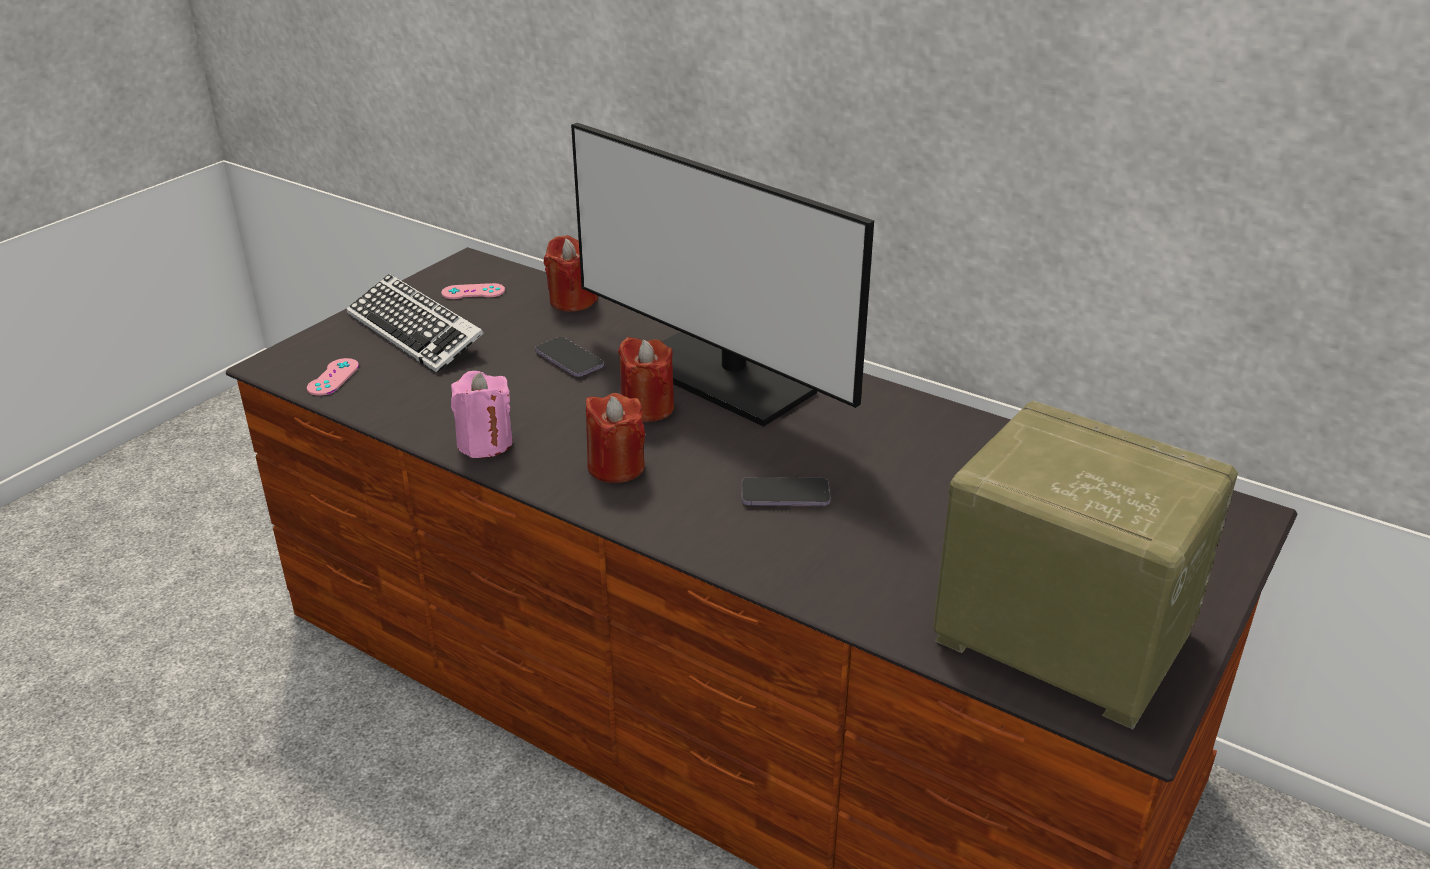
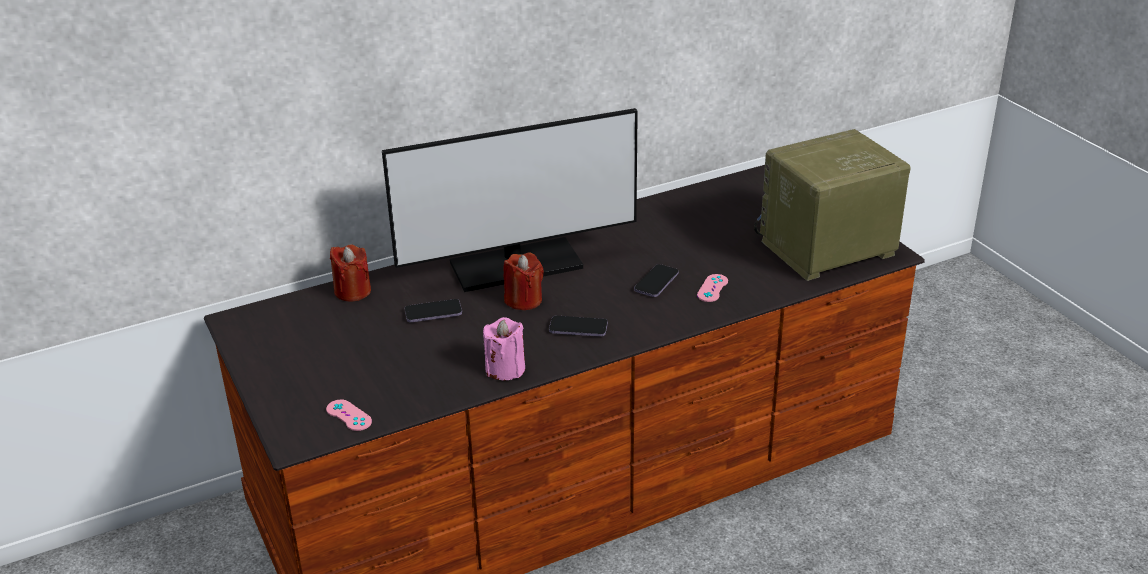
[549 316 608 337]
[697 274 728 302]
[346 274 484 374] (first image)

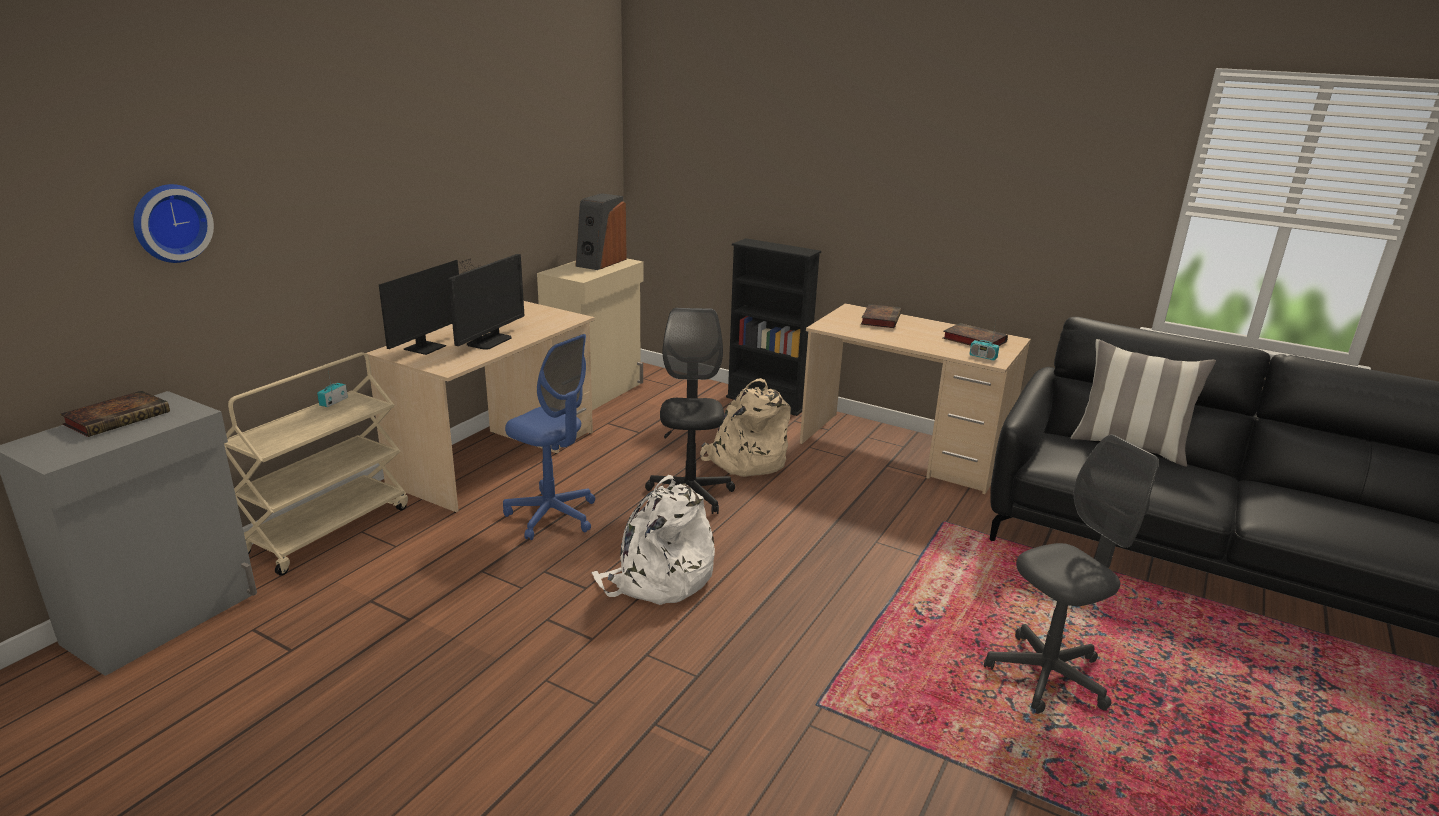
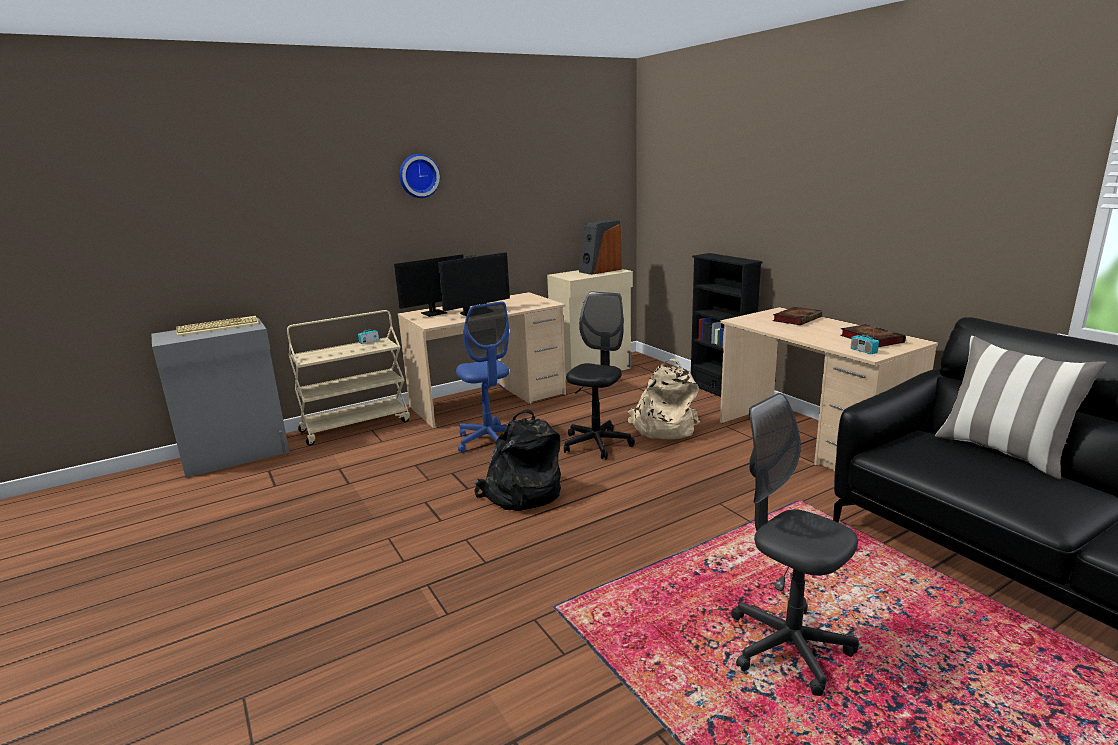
[176 316 259 336]
[399 154 440 198]
[475 409 561 511]
[731 393 859 696]

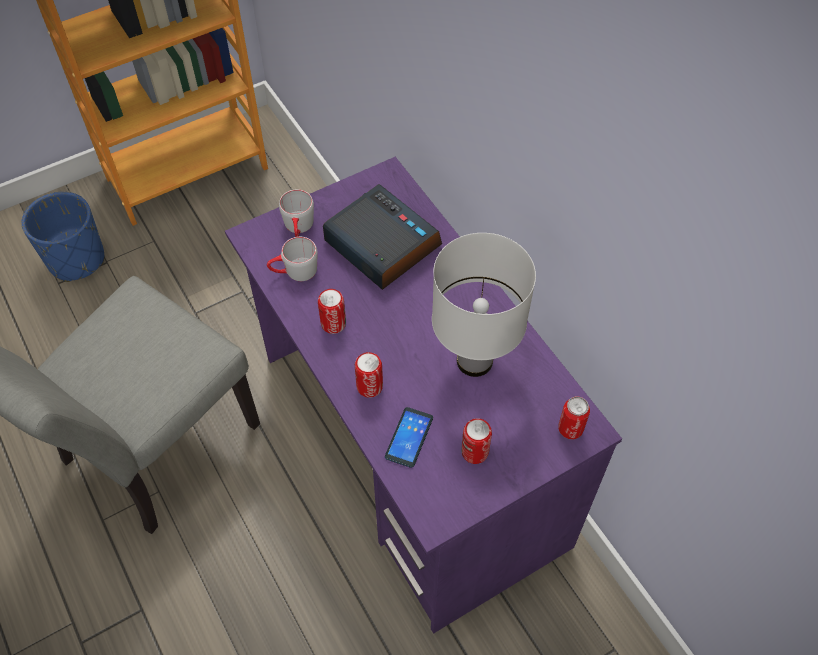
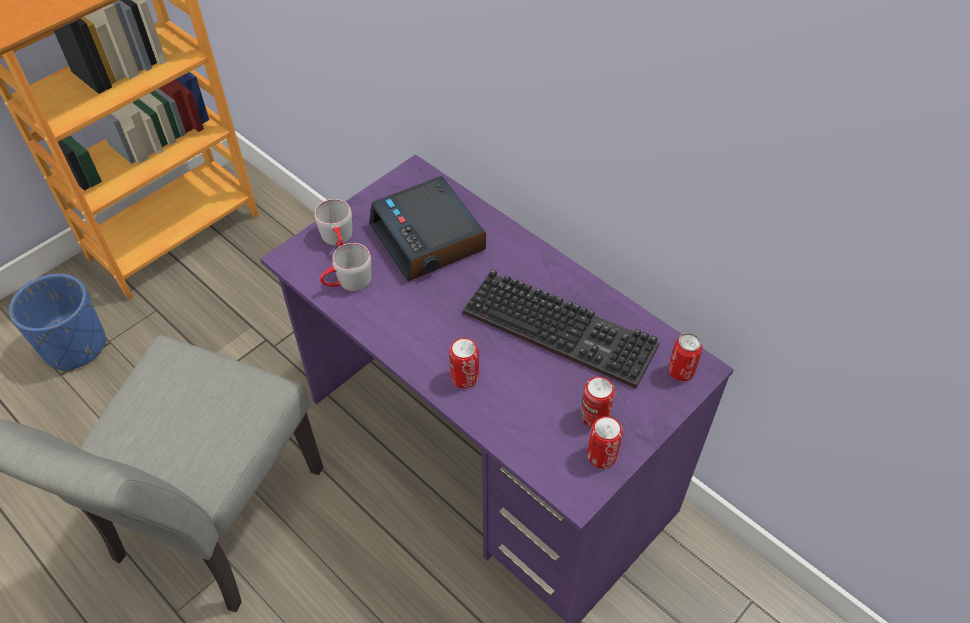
[369 176 486 281]
[463 269 660 388]
[587 416 623 469]
[385 407 433 468] (first image)

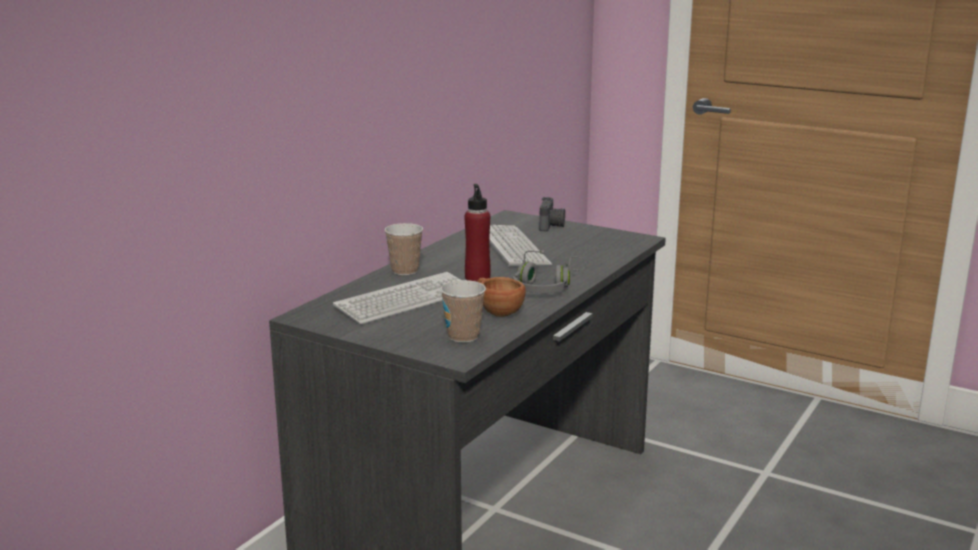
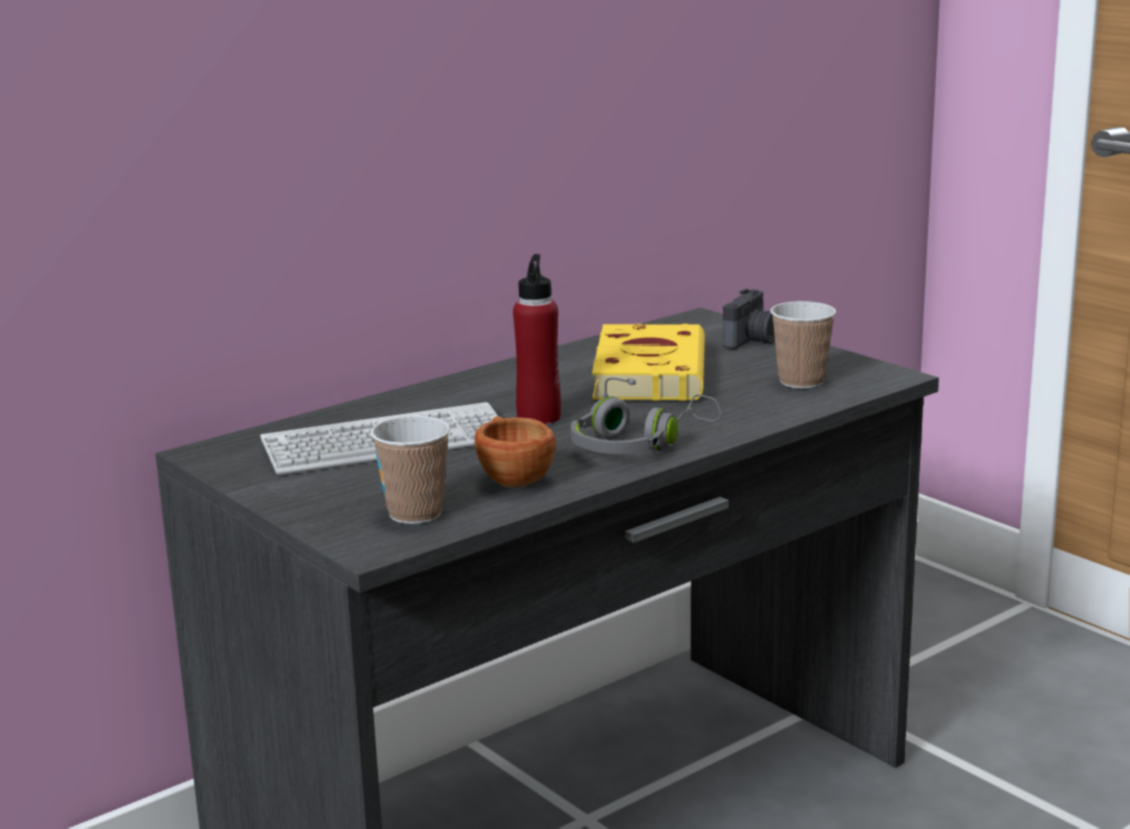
[592 324 705 401]
[770 301 836 389]

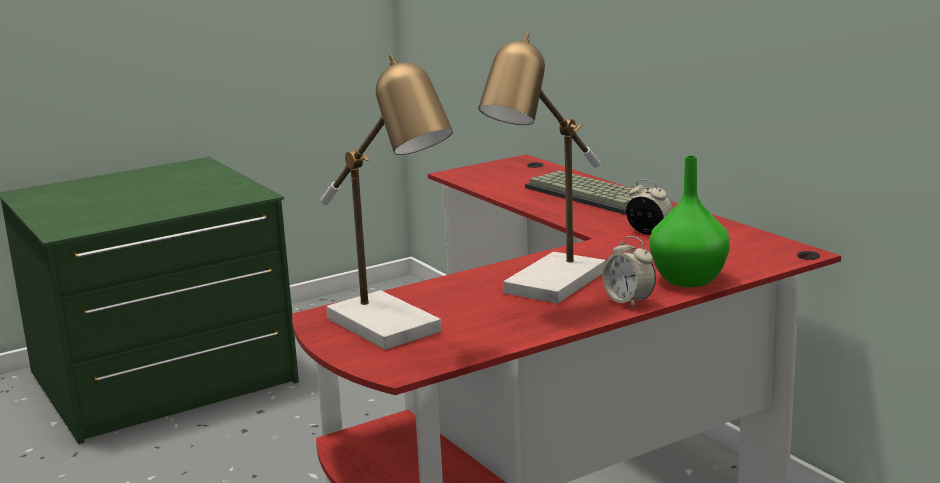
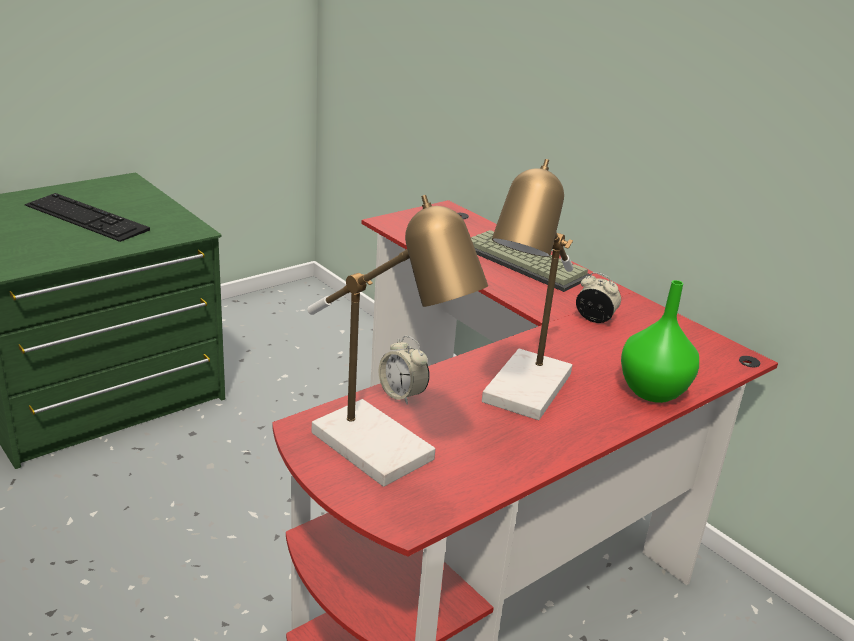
[25 193 150 242]
[379 336 429 405]

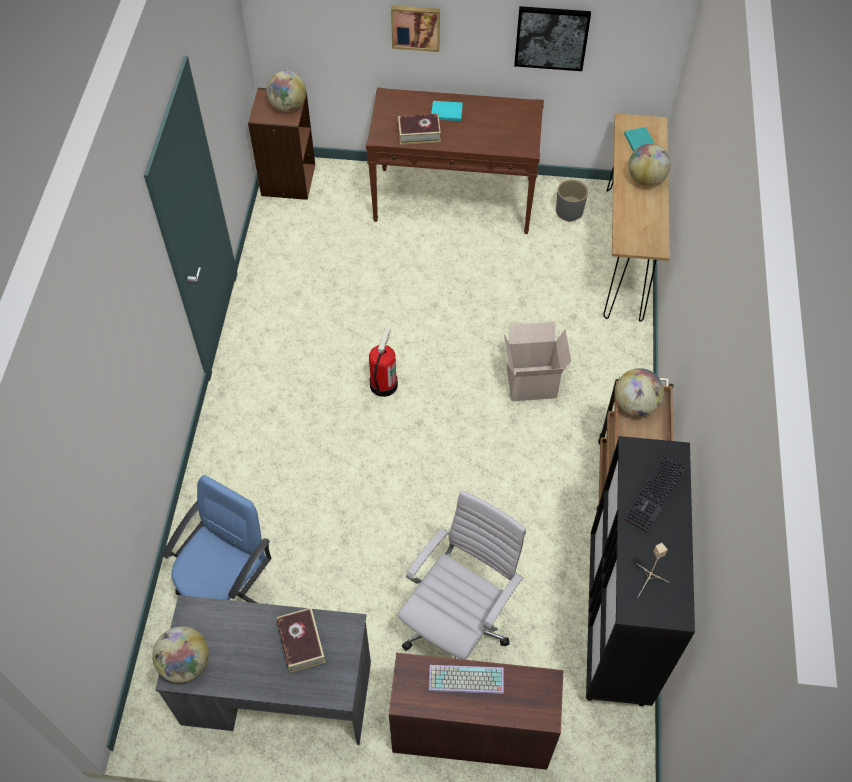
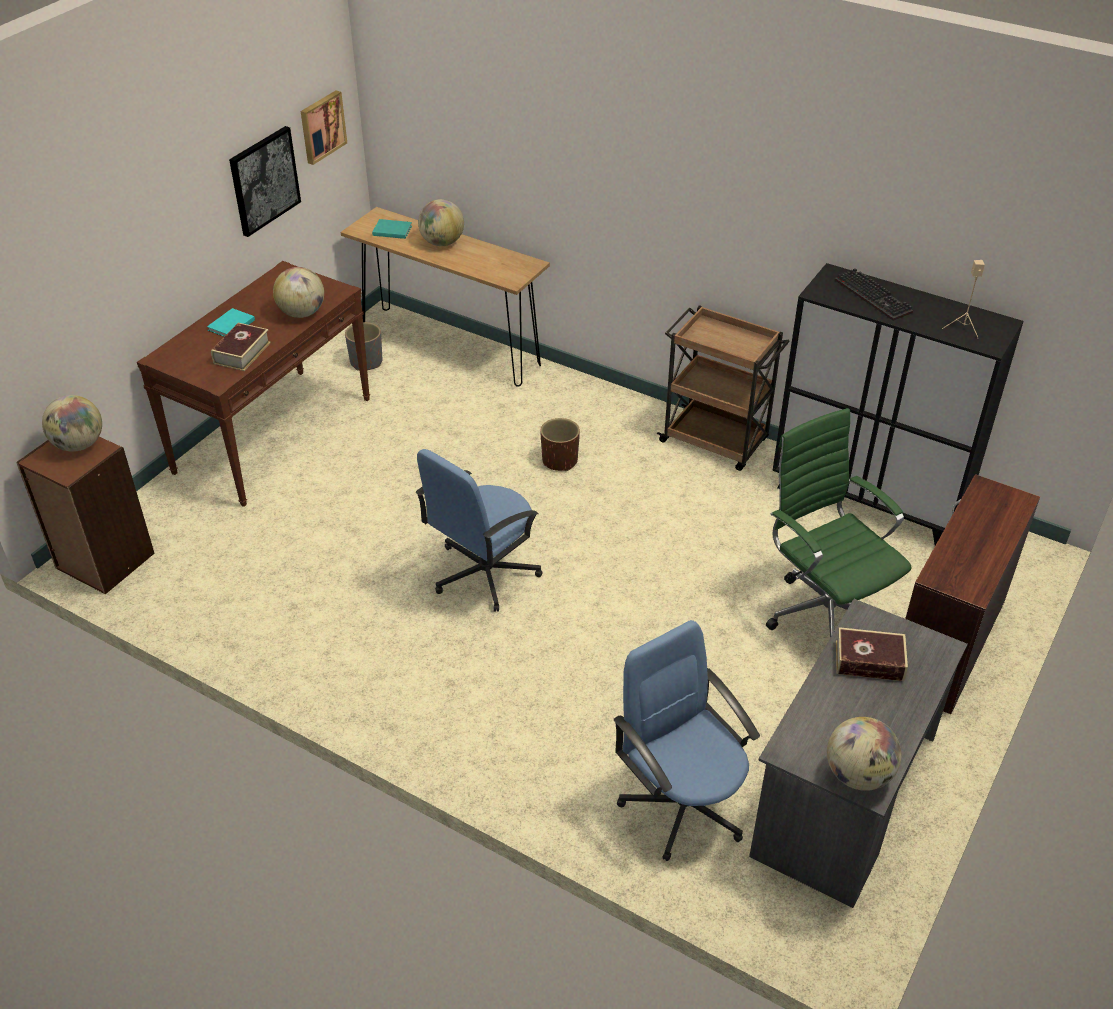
[273 267 324 318]
[301 90 347 165]
[416 449 542 612]
[540 418 580 471]
[766 408 912 638]
[429 665 504 694] (first image)

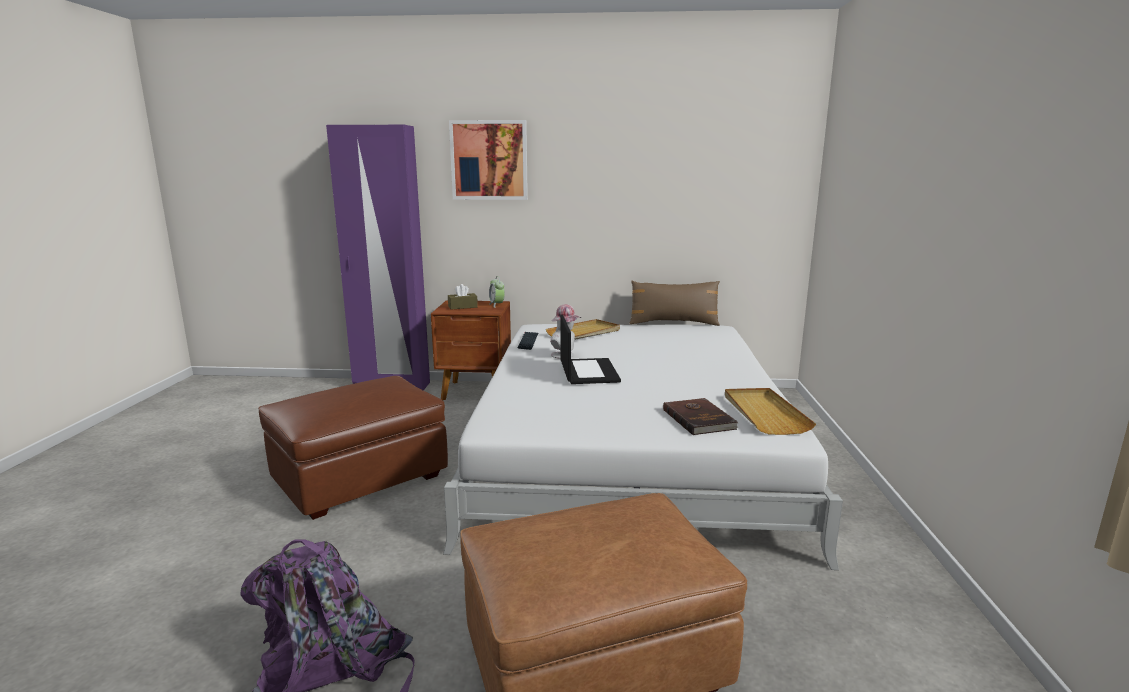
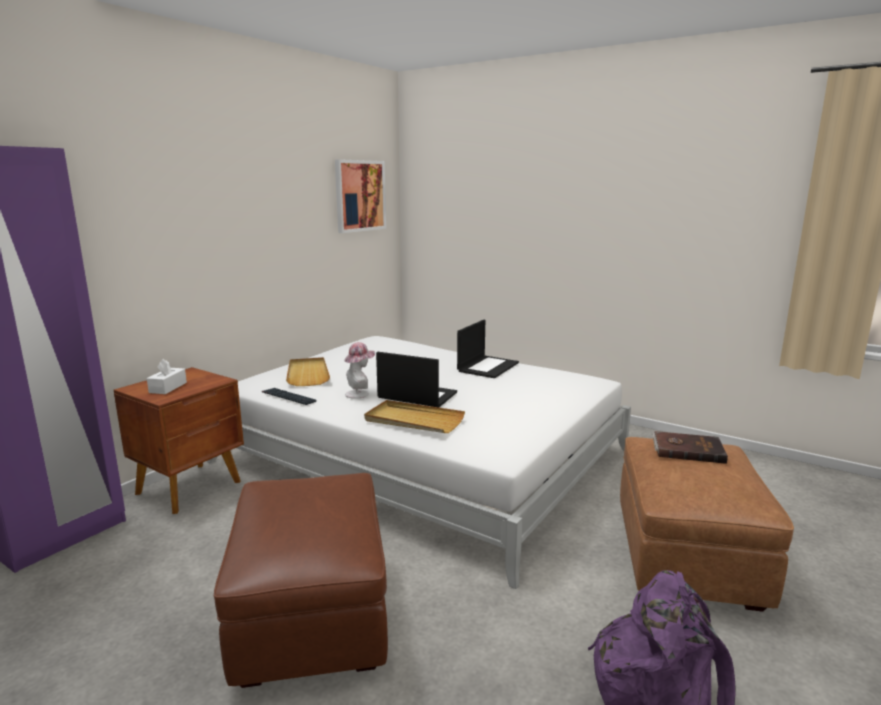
[147 359 187 394]
[335 159 386 233]
[364 400 465 433]
[457 320 519 378]
[653 431 728 464]
[489 276 505 308] (first image)
[629 281 720 326] (first image)

